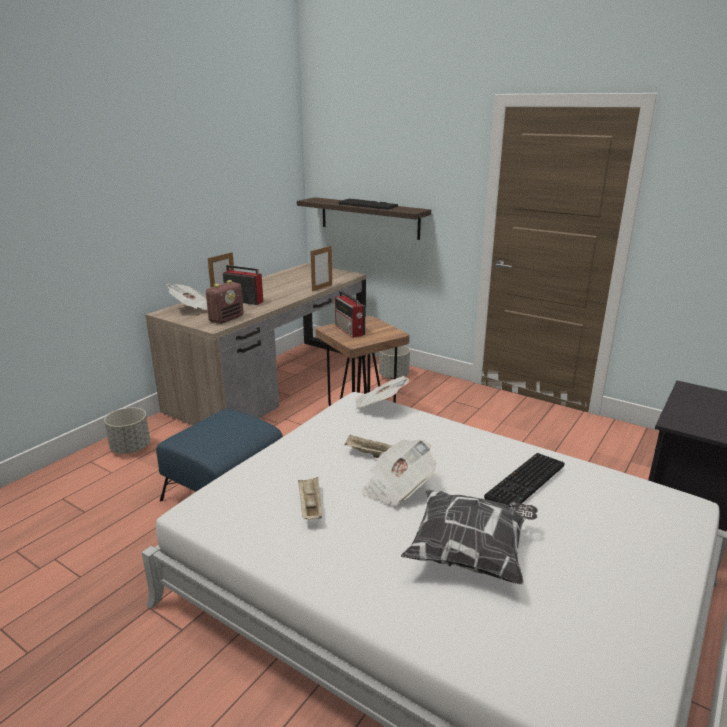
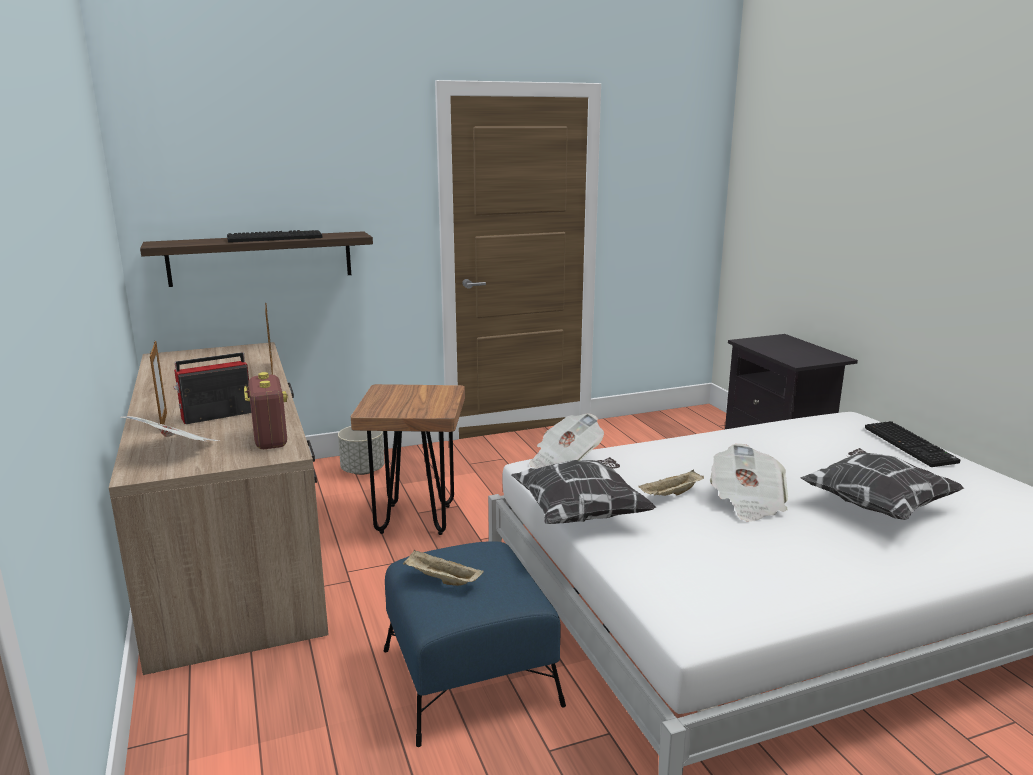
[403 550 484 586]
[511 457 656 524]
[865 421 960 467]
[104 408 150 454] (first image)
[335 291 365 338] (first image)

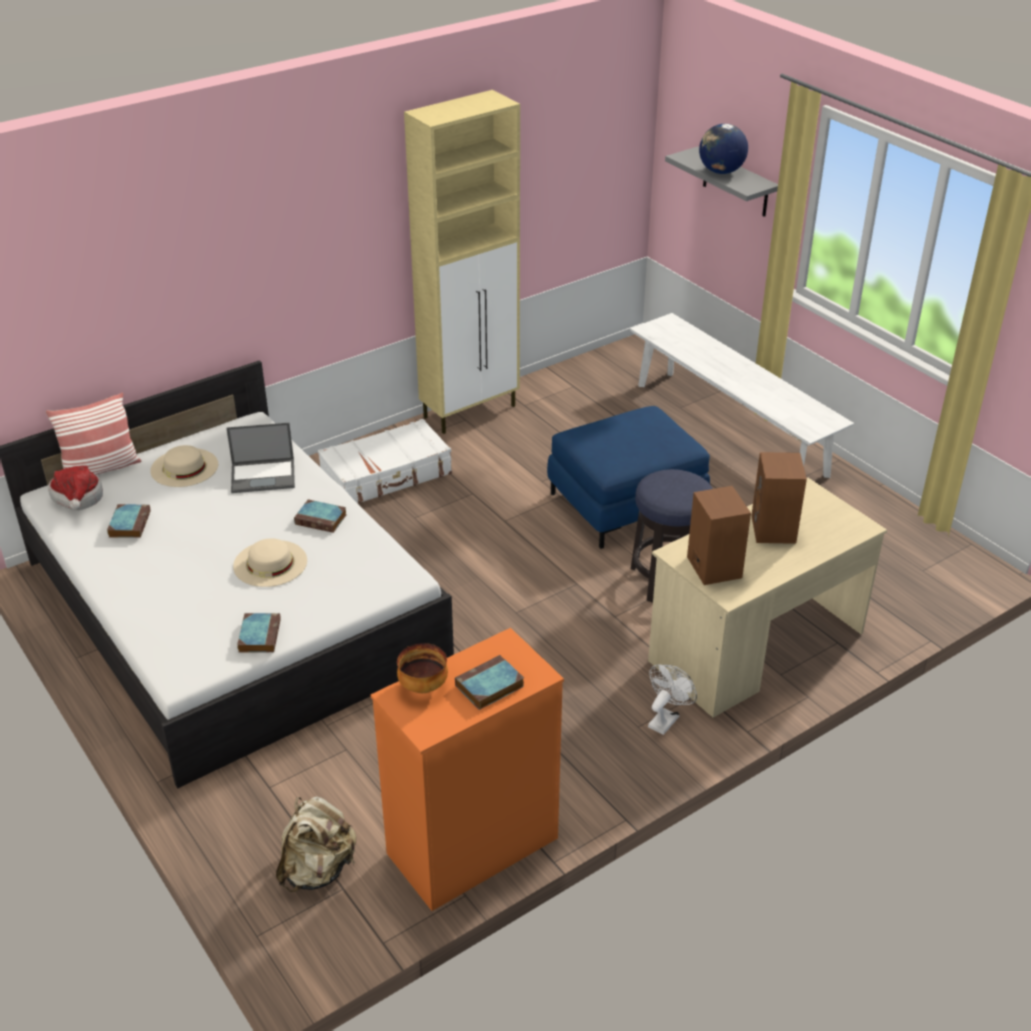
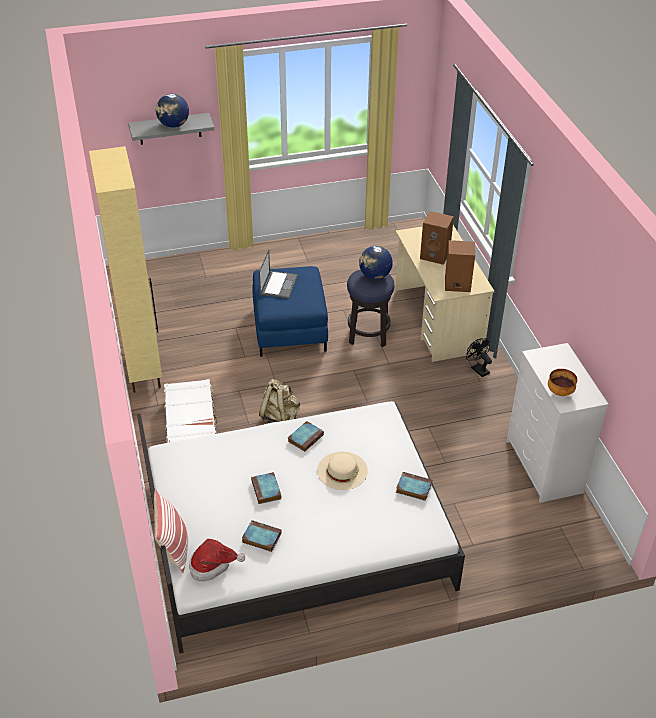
[251 472 282 504]
[259 250 298 299]
[259 379 300 423]
[359 246 393 280]
[466 338 492 377]
[507 343 608 503]
[150 445 218 487] (first image)
[630 313 854 478] (first image)

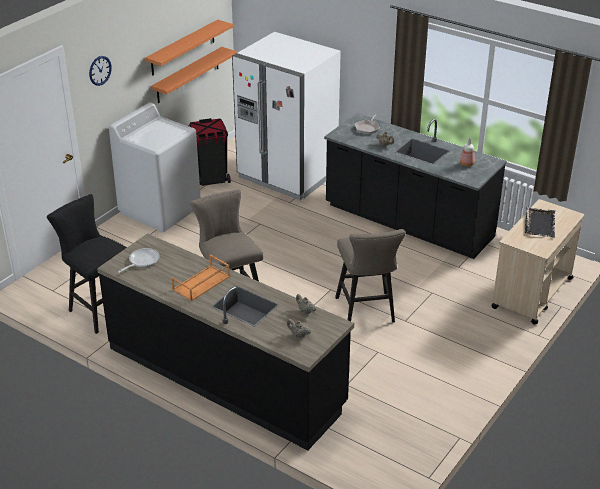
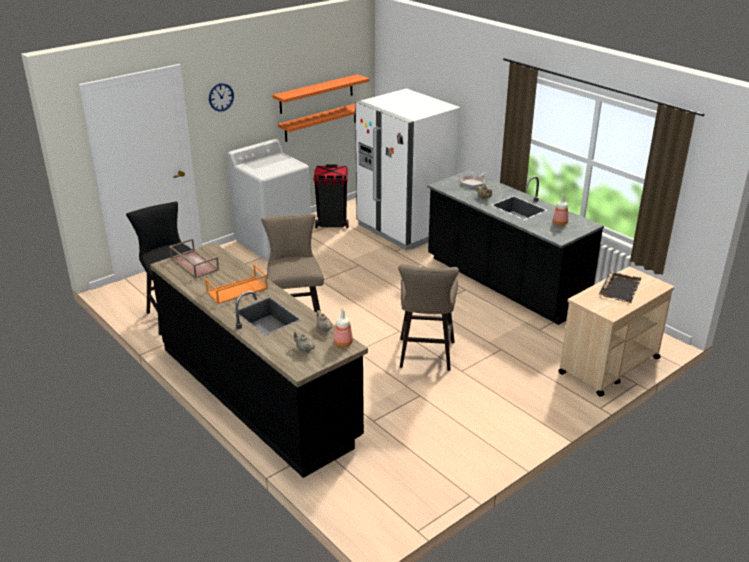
[169 239 219 278]
[334 309 353 347]

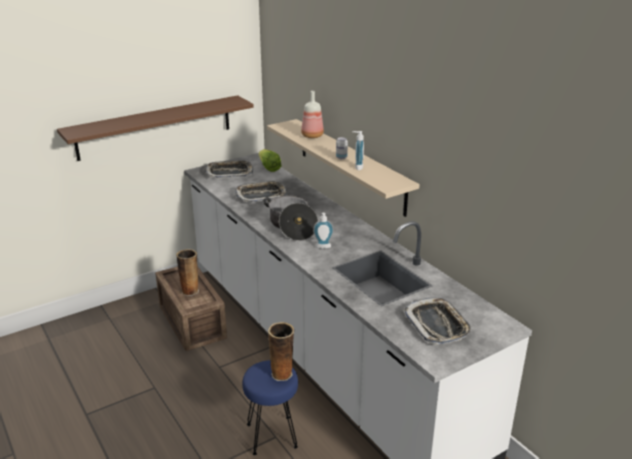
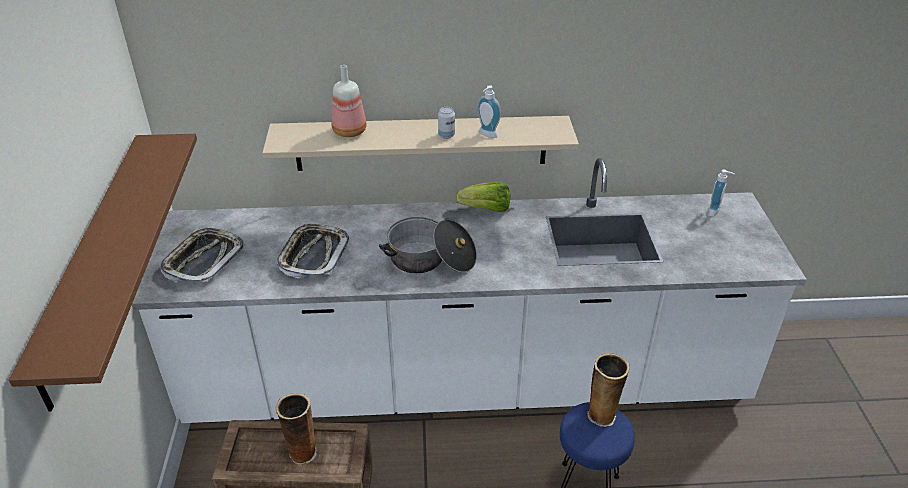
[456 182 510 212]
[708 169 735 216]
[403 297 473 345] (first image)

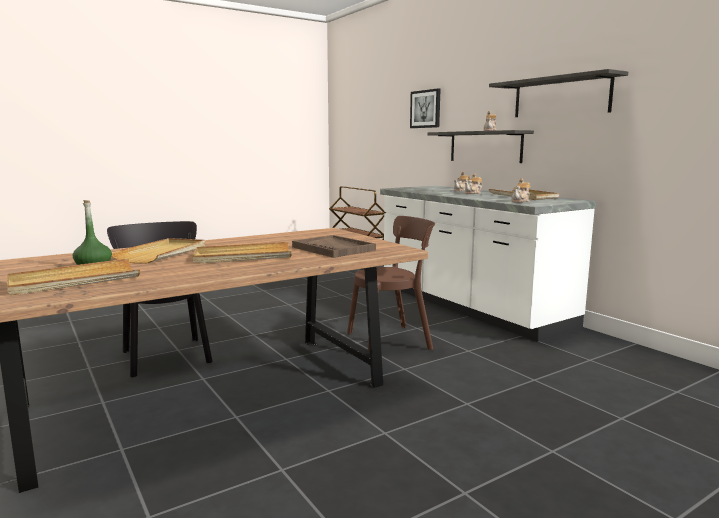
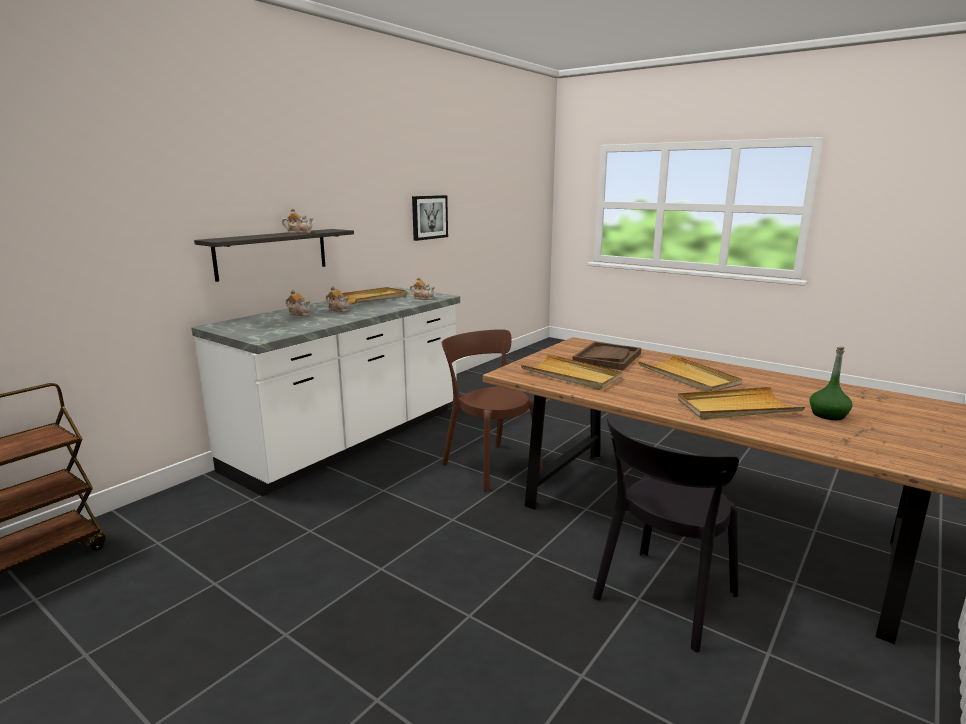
[412 195 448 241]
[521 354 622 390]
[489 69 628 117] (first image)

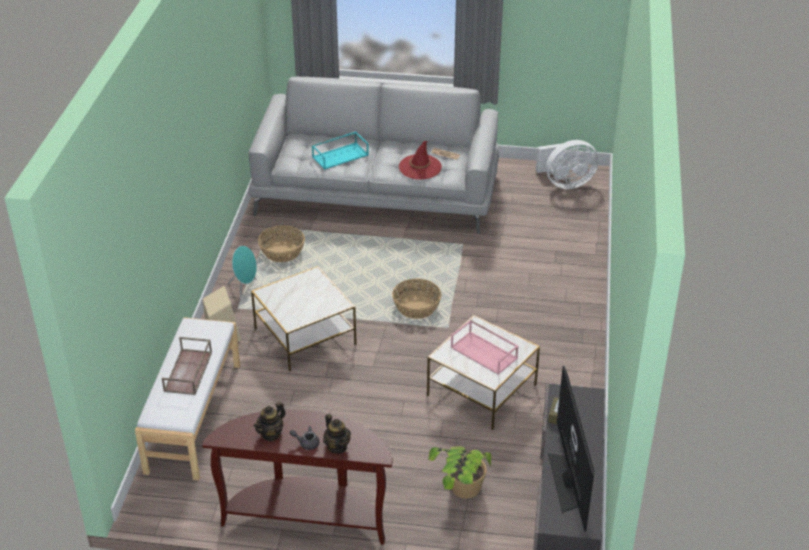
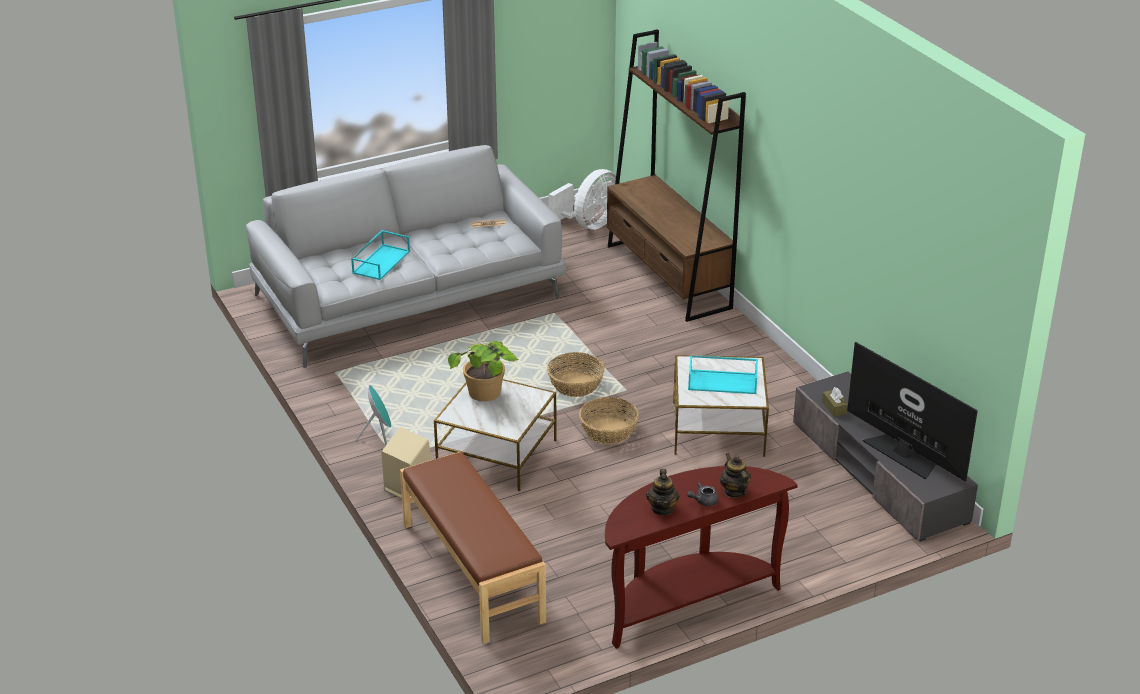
[400 452 546 644]
[448 341 518 401]
[579 397 639 444]
[607 29 746 322]
[688 355 758 394]
[720 453 751 498]
[162 337 212 395] (first image)
[399 141 442 180] (first image)

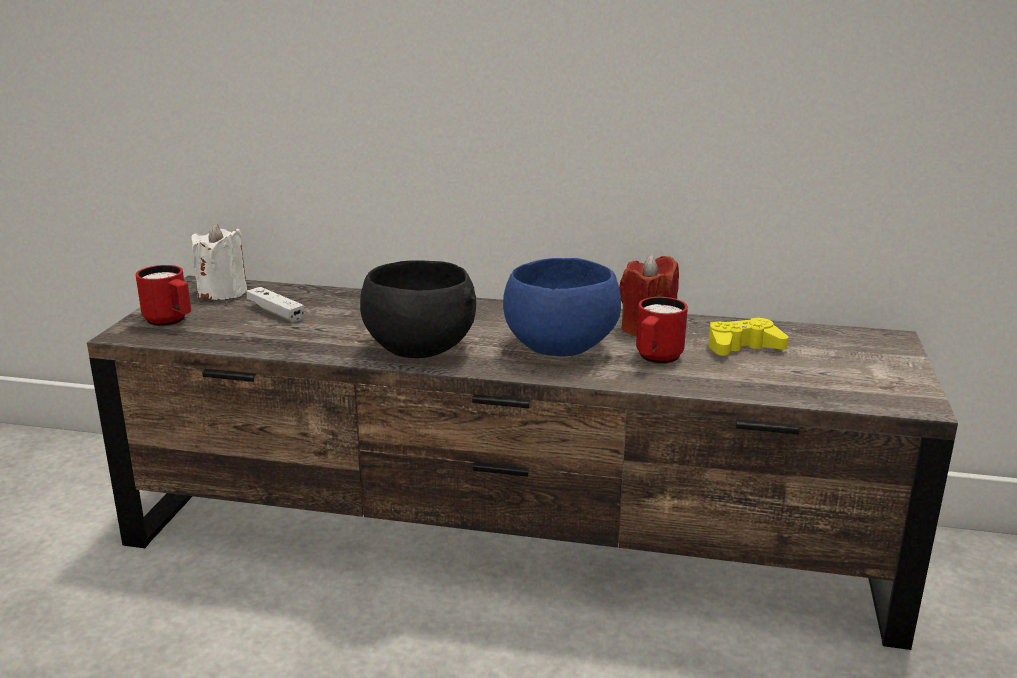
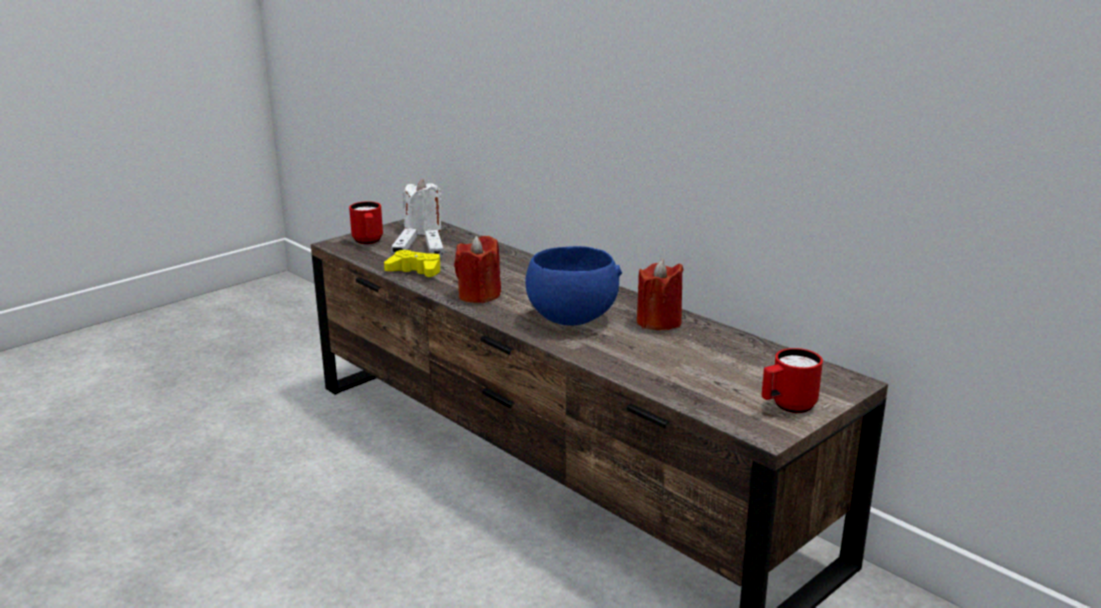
[384 250 440 277]
[391 228 417 254]
[454 236 501 303]
[762 348 823 413]

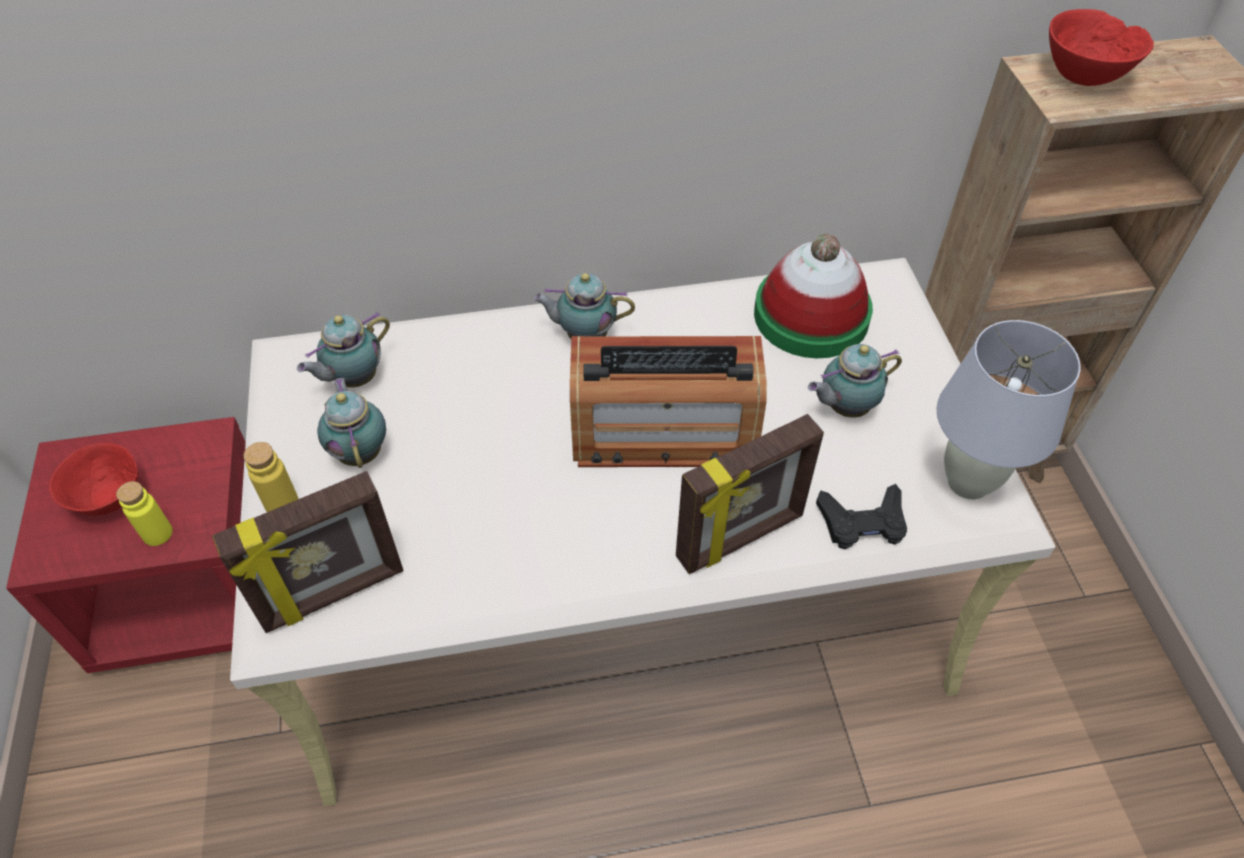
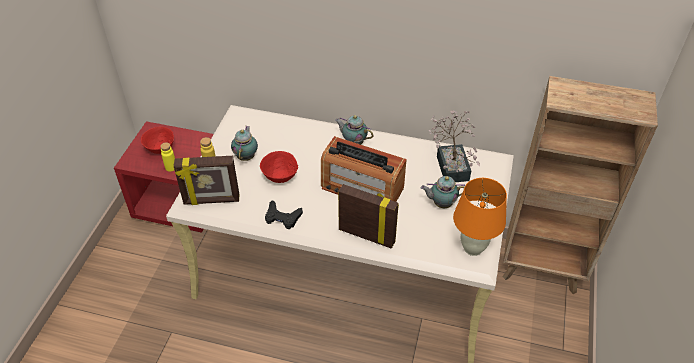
[260 151 298 183]
[265 200 303 229]
[338 184 399 249]
[429 110 480 182]
[453 178 507 256]
[297 312 390 388] (first image)

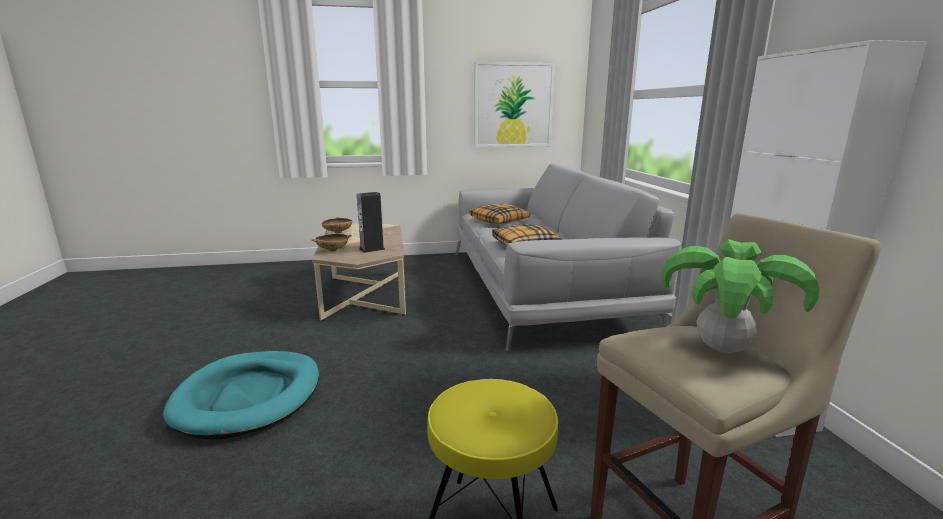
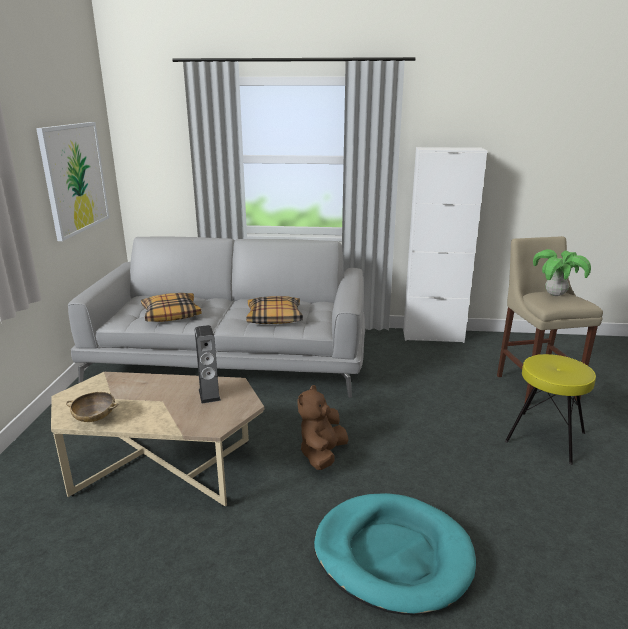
[298 385 349 470]
[311 234 352 252] (first image)

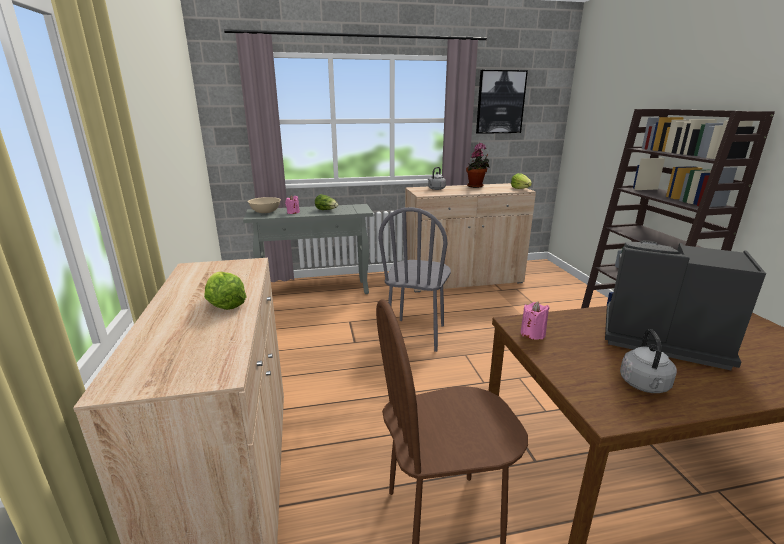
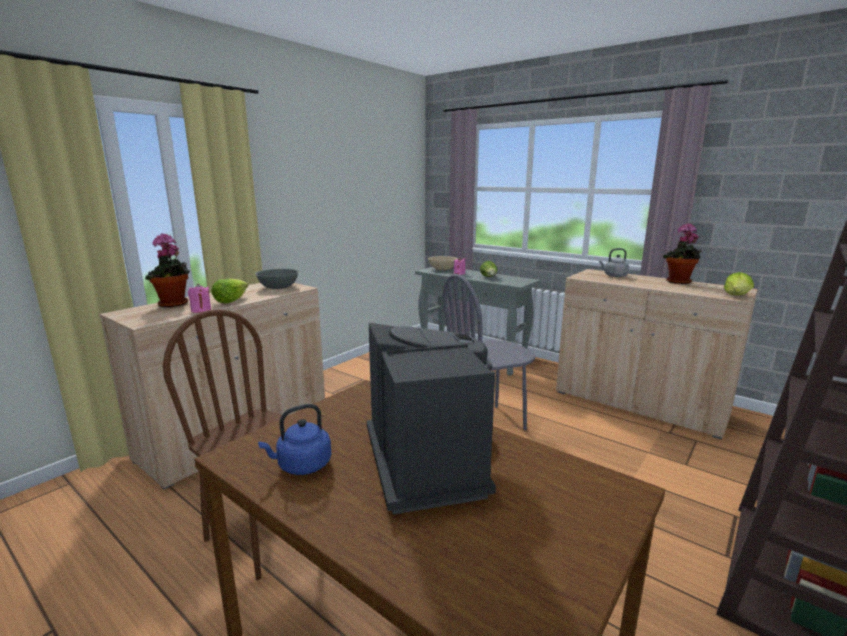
[146 233 190 307]
[188 283 211 313]
[255 268 299 289]
[258 404 331 475]
[476 70 528 134] (first image)

